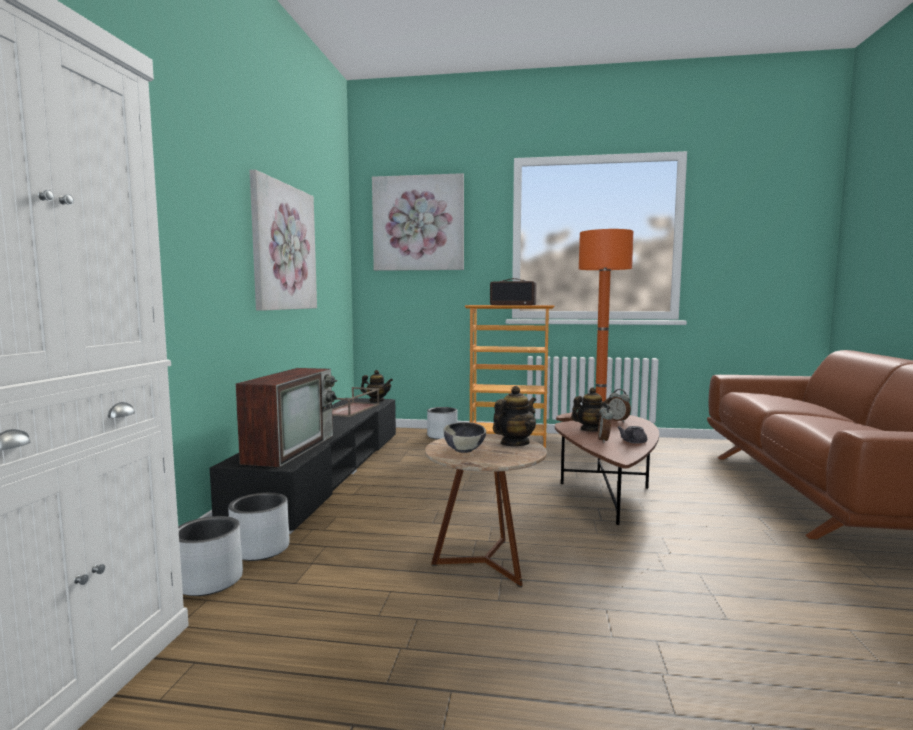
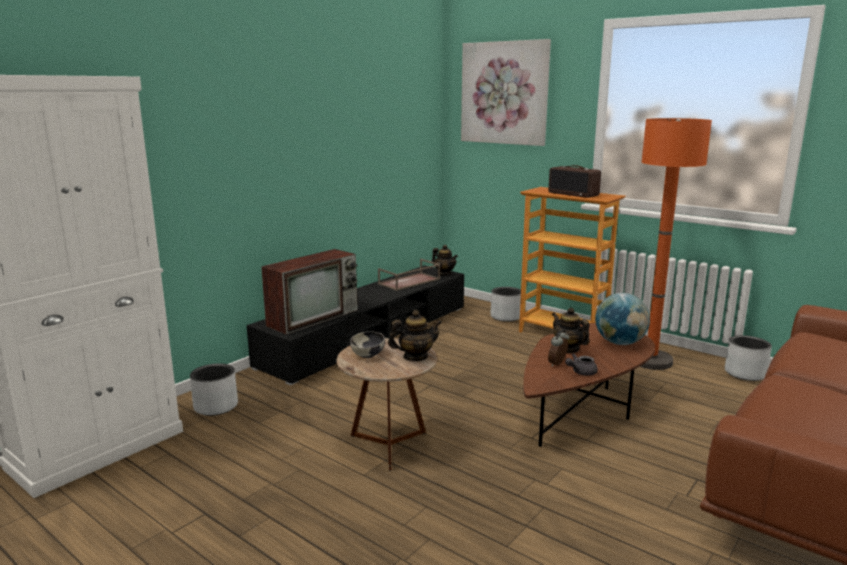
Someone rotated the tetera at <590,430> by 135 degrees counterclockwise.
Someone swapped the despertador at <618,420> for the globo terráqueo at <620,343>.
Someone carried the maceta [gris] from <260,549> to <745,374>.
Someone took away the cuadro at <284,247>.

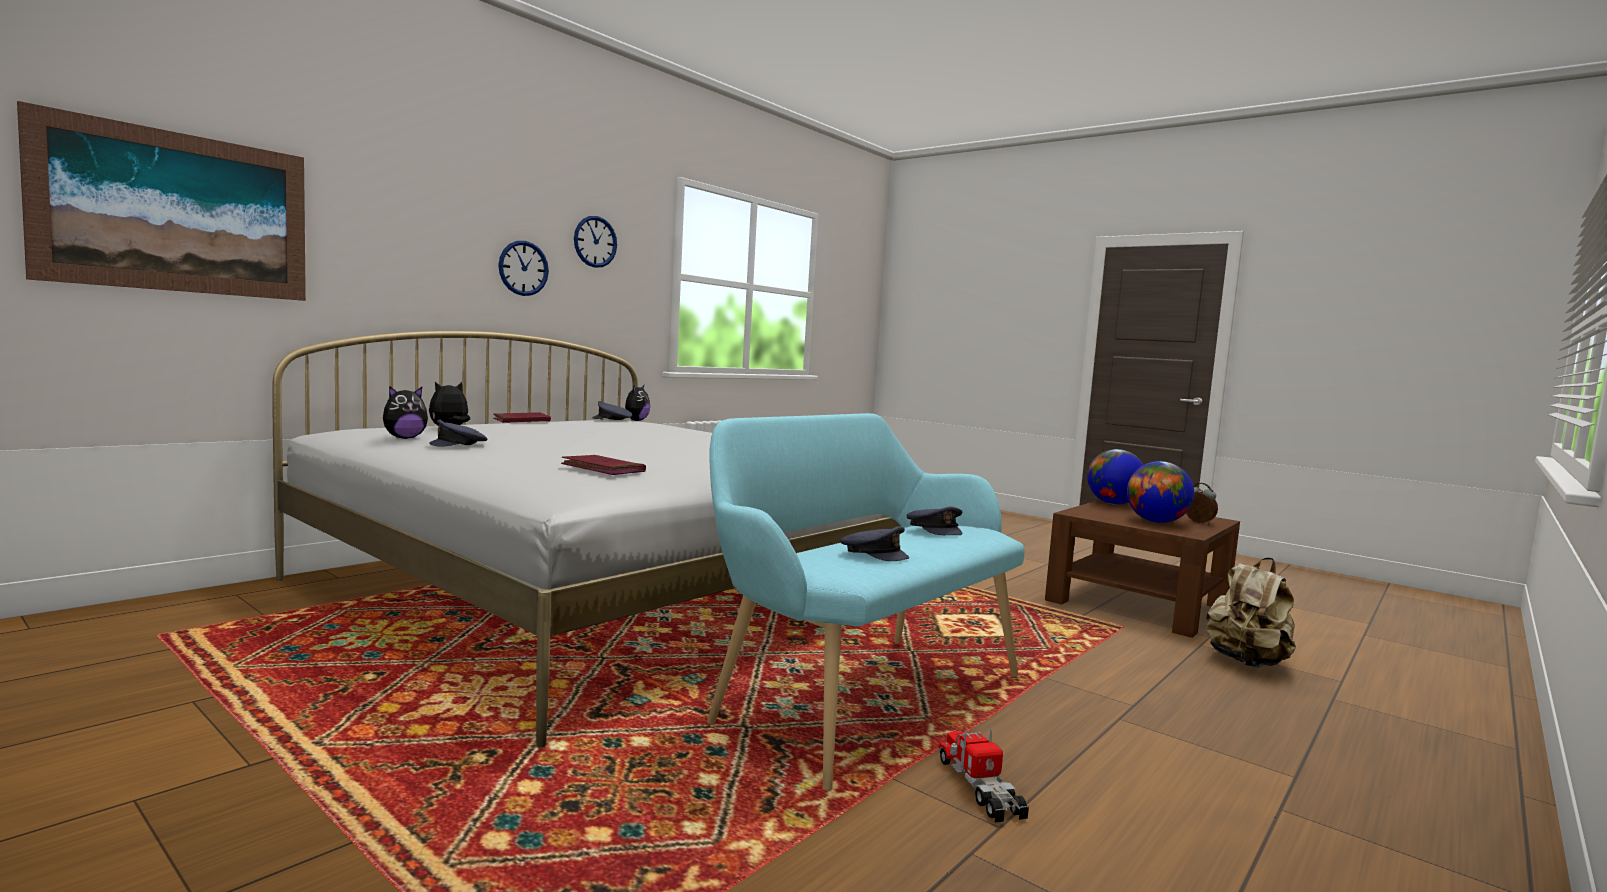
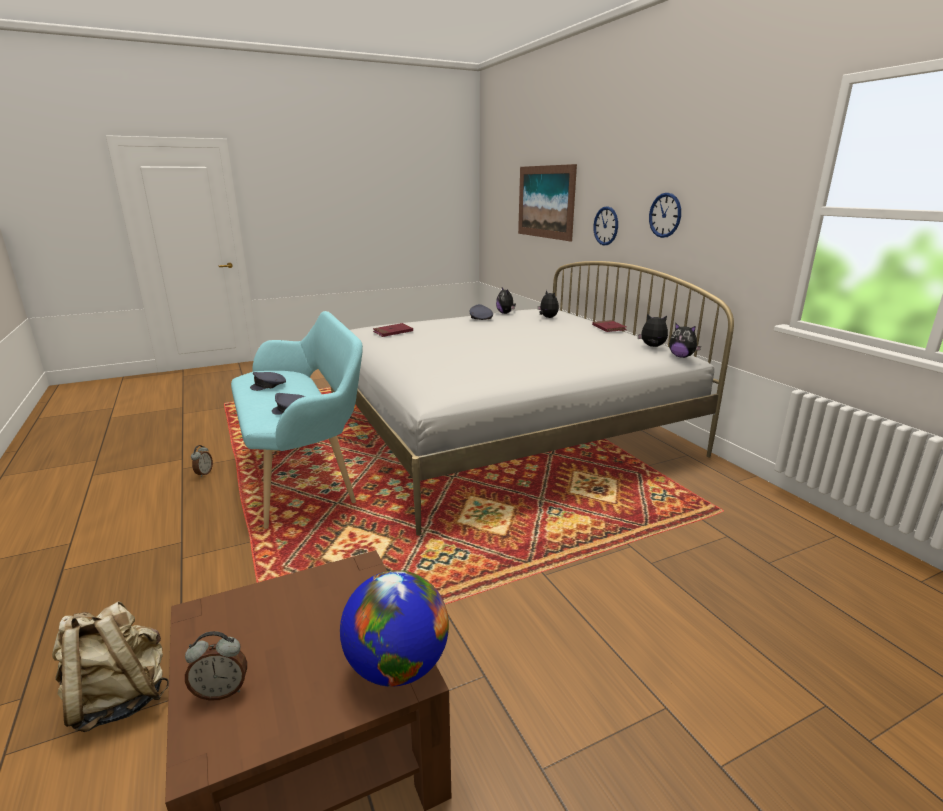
Someone swapped the camión de juguete at <980,787> for the despertador at <204,473>.
Someone carried the reloj de pared from <595,241> to <606,226>.
Someone swapped the gorra [gris] at <612,419> for the peluche at <652,347>.
Someone took away the globo terráqueo at <1156,522>.

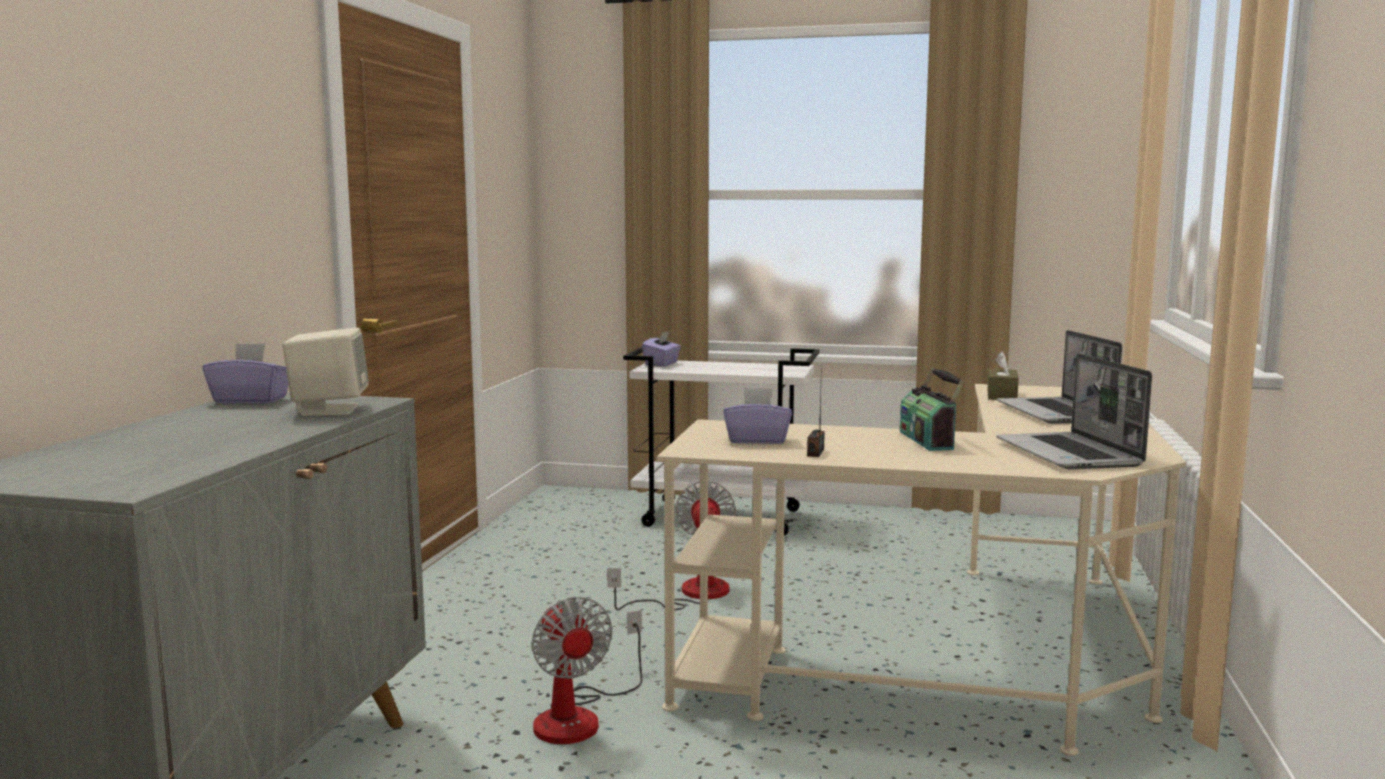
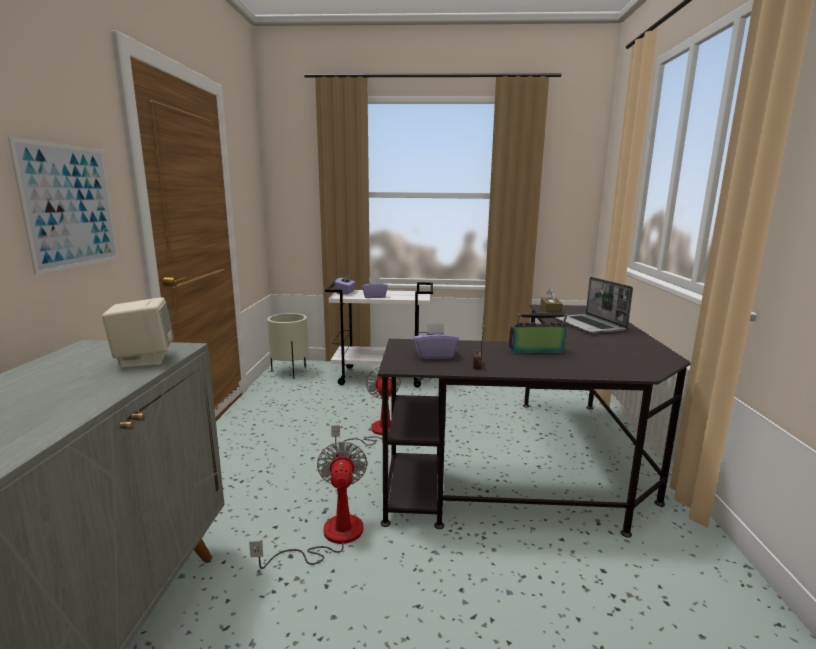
Someone put up the cuadro at <70,206>.
Someone rotated the ventilador at <580,716> by 150 degrees counterclockwise.
Someone put down the maceta [beis] at <290,372>.
Someone carried the caja de pañuelos [morado] from <251,400> to <374,296>.
Someone repainted the escritorio [beis] at <962,660>, which became the escritorio [negro] at <542,469>.
Someone rotated the radio at <928,440> by 105 degrees clockwise.
Someone took away the portátil at <1070,454>.

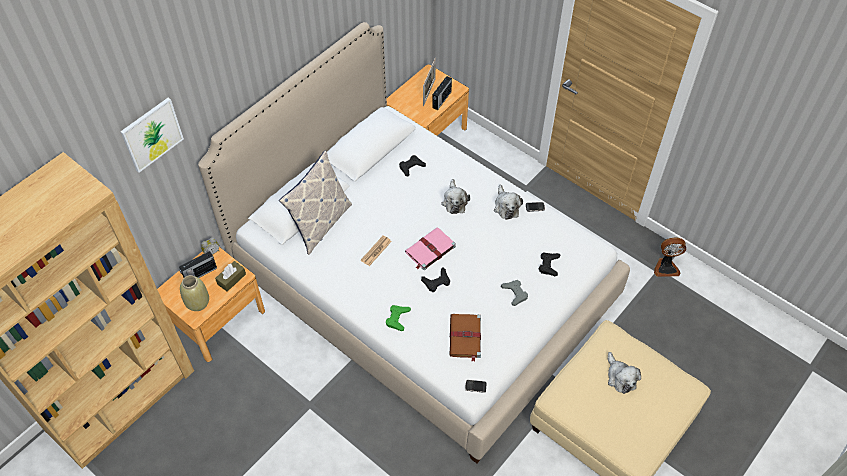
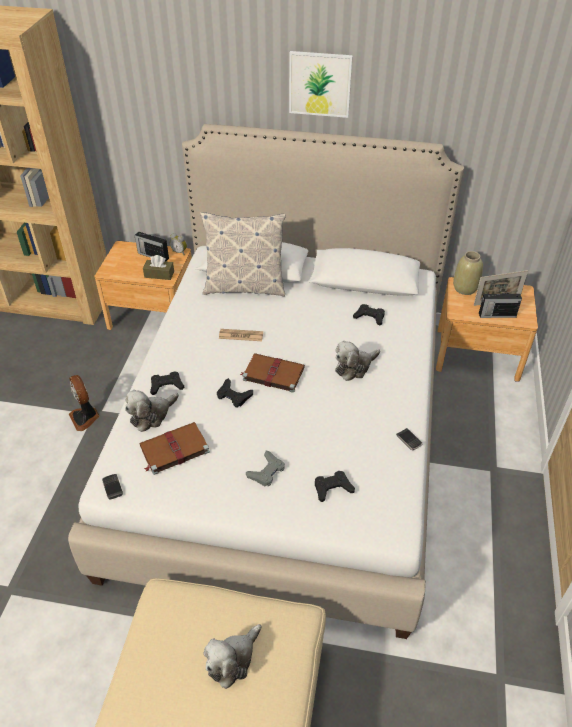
Someone carried the ventilador from <666,267> to <85,417>.
Someone carried the peluche from <506,206> to <151,415>.
Someone repainted the mando de consola [verde] at <397,319>, which became the mando de consola [negro] at <166,385>.
Someone repainted the libro [rosa] at <429,250>, which became the libro [marrón] at <272,374>.
Someone carried the cuadro from <152,134> to <320,84>.
Someone carried the florero [beis] from <198,302> to <465,288>.

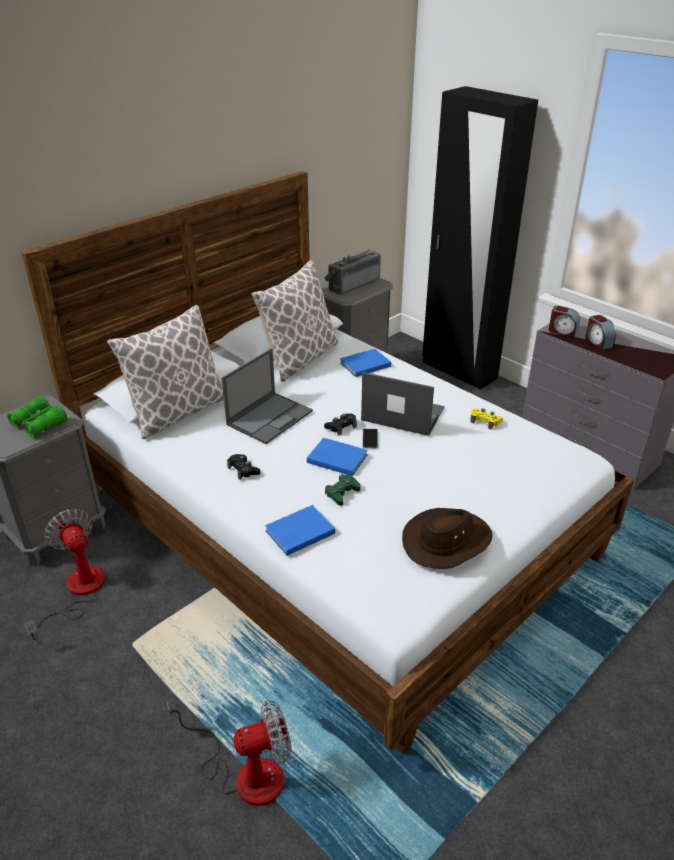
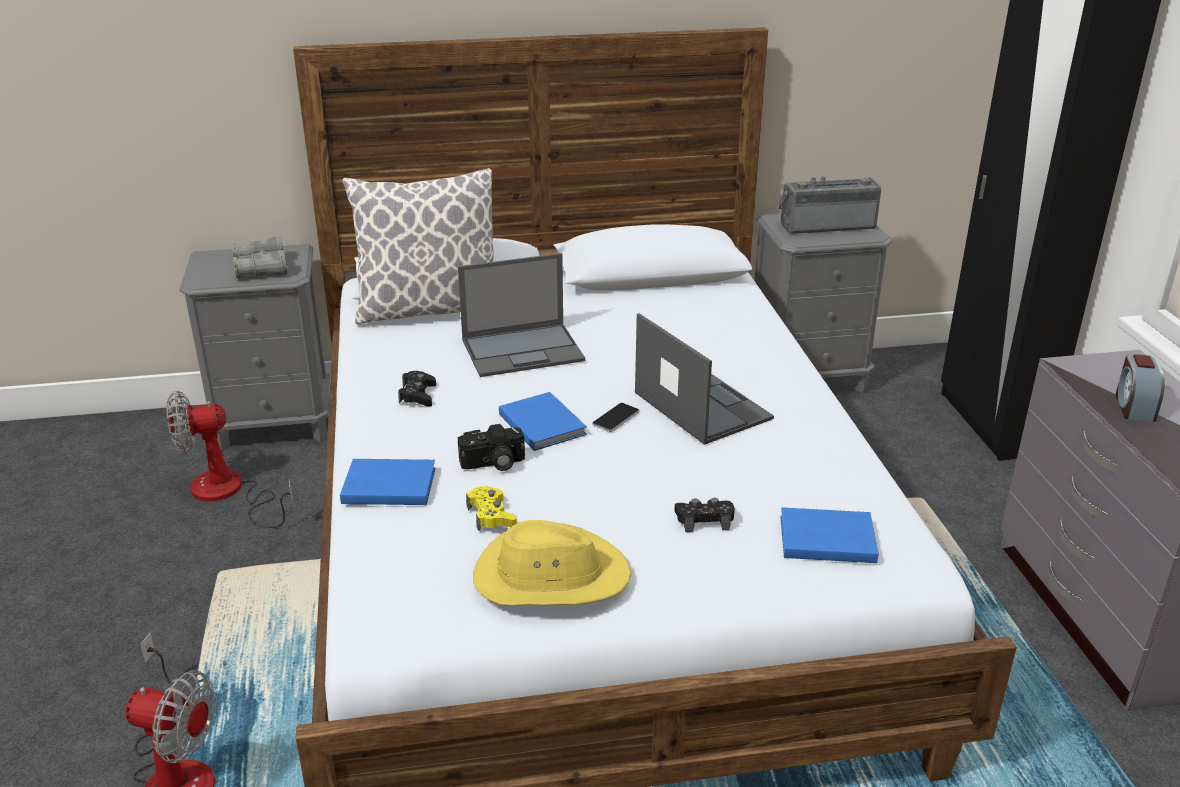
Someone rotated the ventilador at <78,592> by 105 degrees counterclockwise.
Someone repainted the prismáticos [verde] at <39,424>, which became the prismáticos [gris] at <261,269>.
Someone swapped the mando de consola [verde] at <342,493> for the cámara at <493,464>.
Someone carried the mando de consola [amarillo] from <485,421> to <491,515>.
Someone repainted the sombrero [marrón] at <447,541>, which became the sombrero [amarillo] at <550,576>.
Someone carried the mando de consola [negro] from <341,427> to <704,520>.
Someone carried the libro [azul] from <364,364> to <824,538>.
Someone took away the cojín at <300,358>.
Someone took away the despertador at <562,331>.

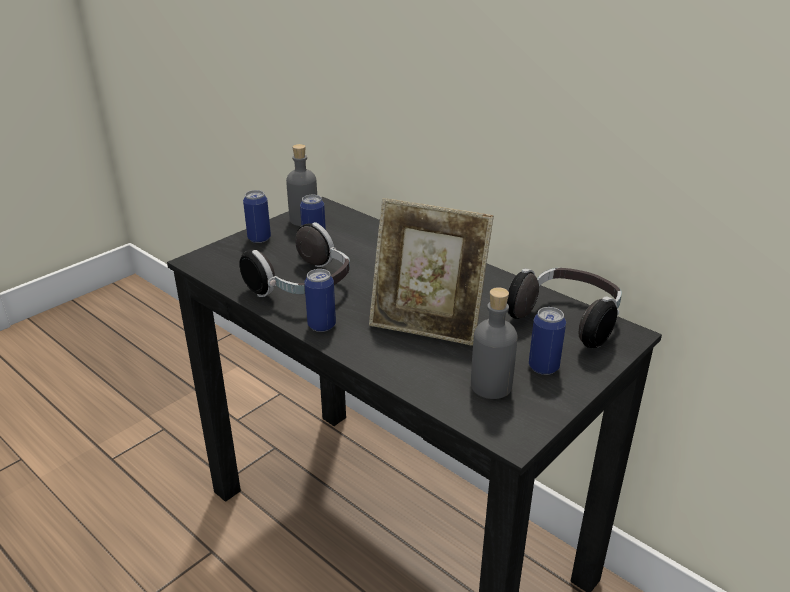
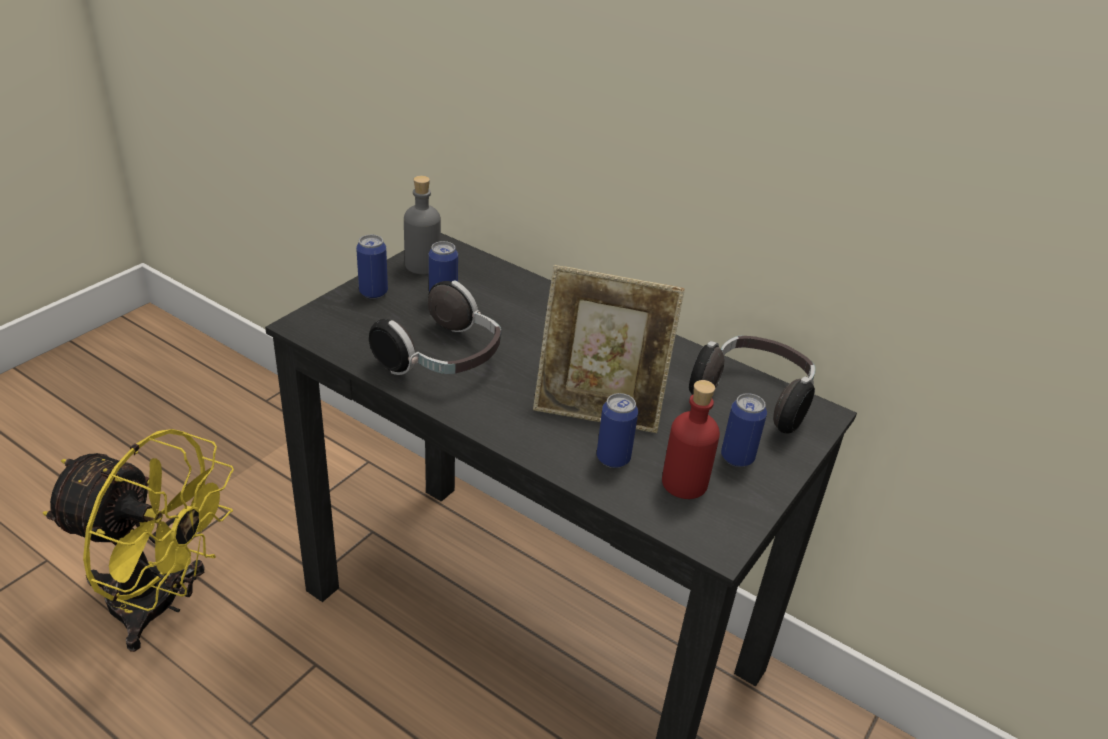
Someone put down the ventilador [amarillo] at <161,605>.
Someone carried the lata from <321,325> to <613,458>.
Someone repainted the botella [gris] at <491,386>, which became the botella [rojo] at <684,483>.

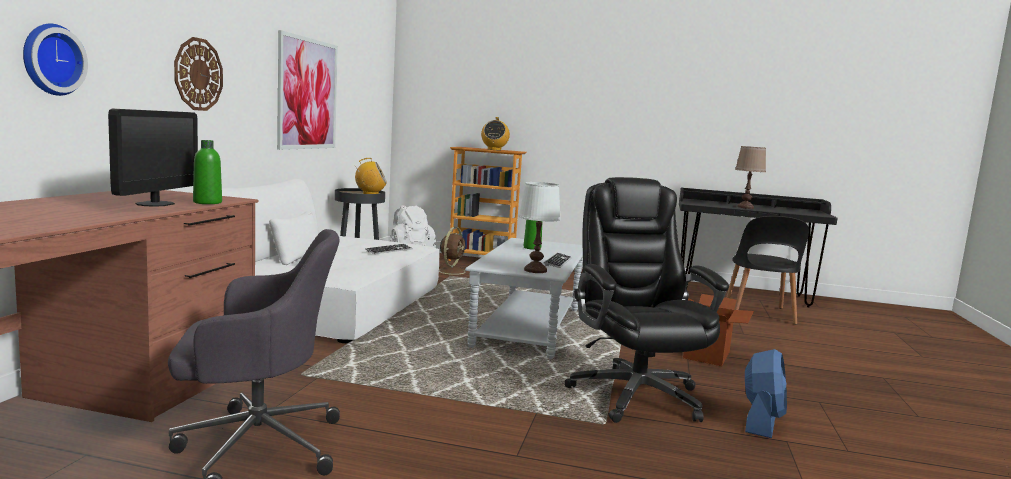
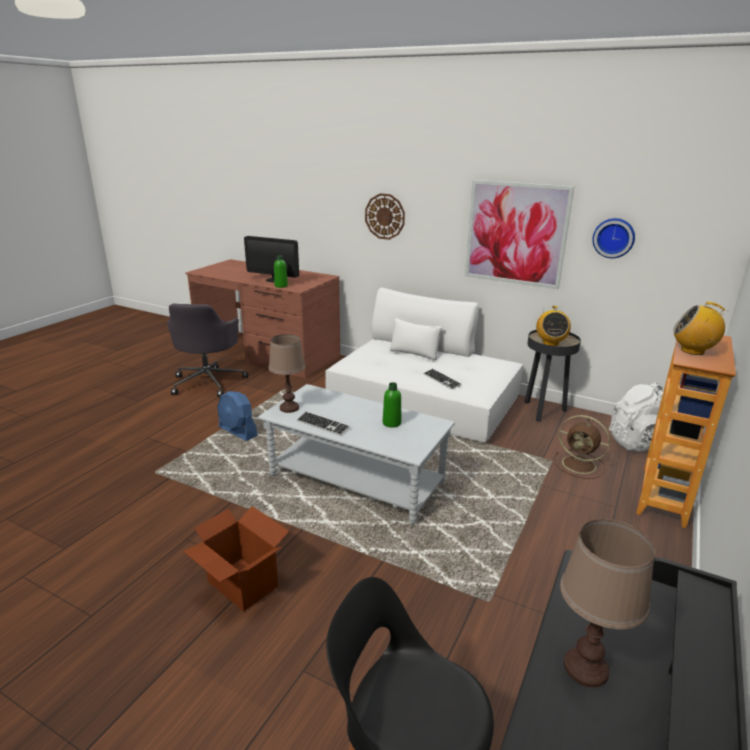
Someone carried the ventilador [azul] from <761,422> to <238,431>.
Someone repainted the lámpara de mesa [blanco] at <535,270>, which became the lámpara de mesa [marrón] at <289,408>.
Someone carried the reloj de pared from <50,59> to <613,237>.
Someone took away the silla de oficina [negro] at <635,395>.

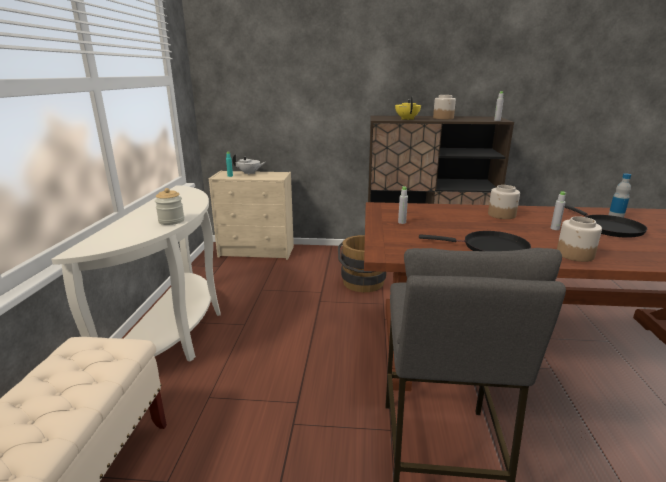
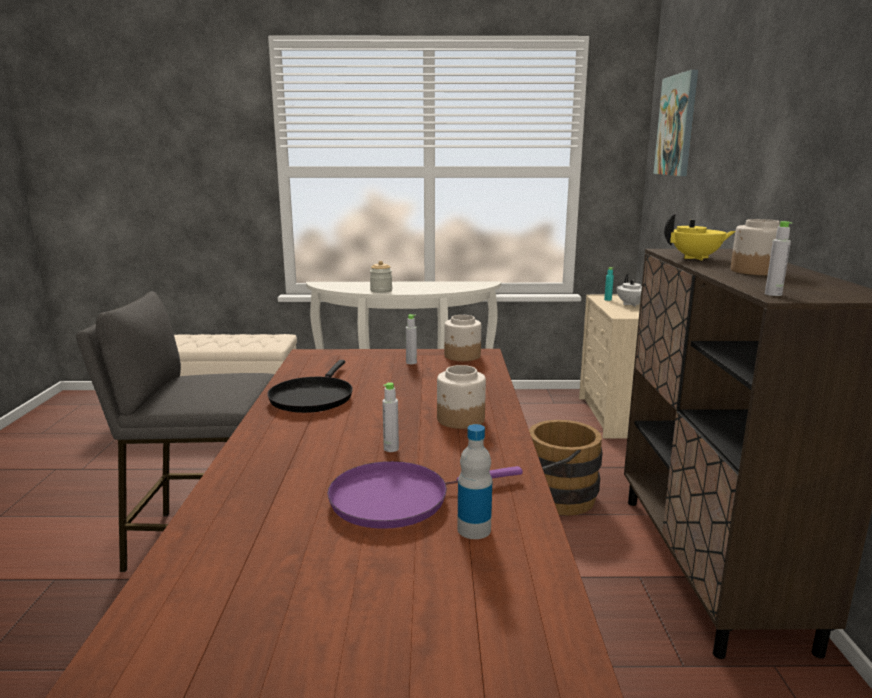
Someone repainted the sartén [negro] at <607,228>, which became the sartén [morado] at <397,499>.
Someone carried the tarro from <575,255> to <462,356>.
Someone put up the cuadro at <677,125>.

